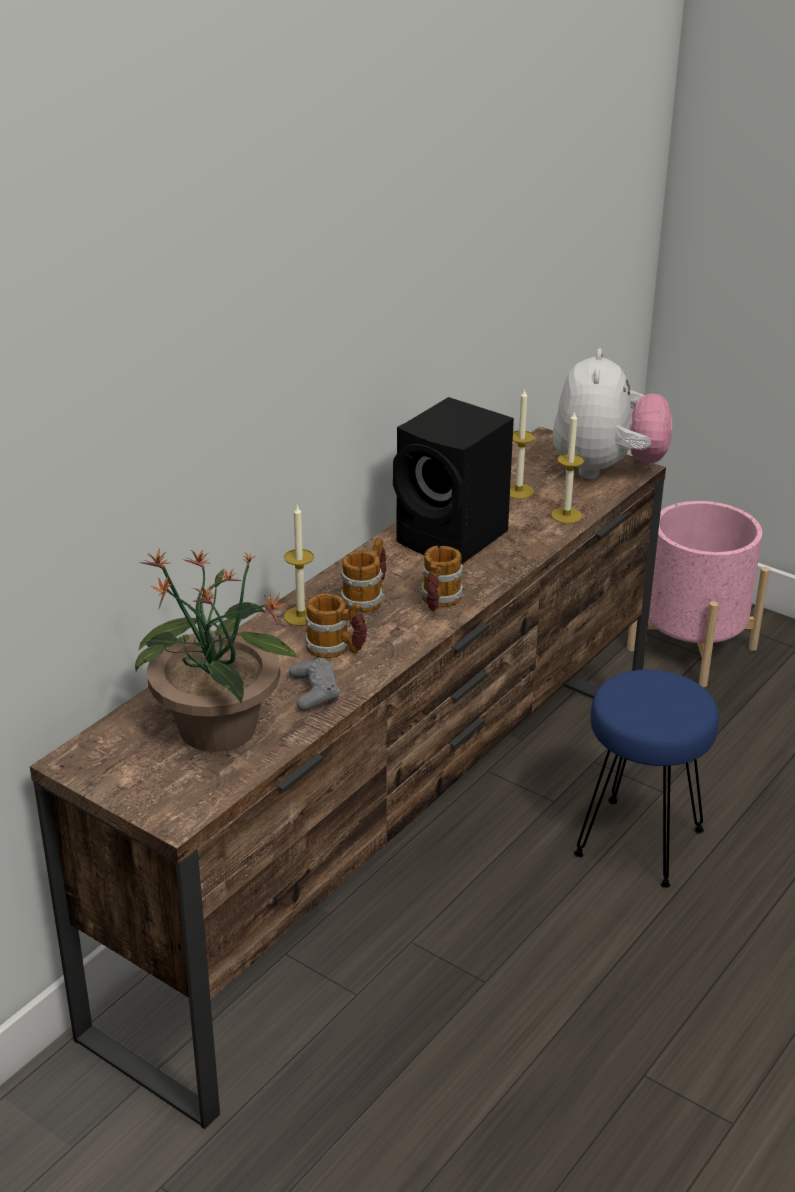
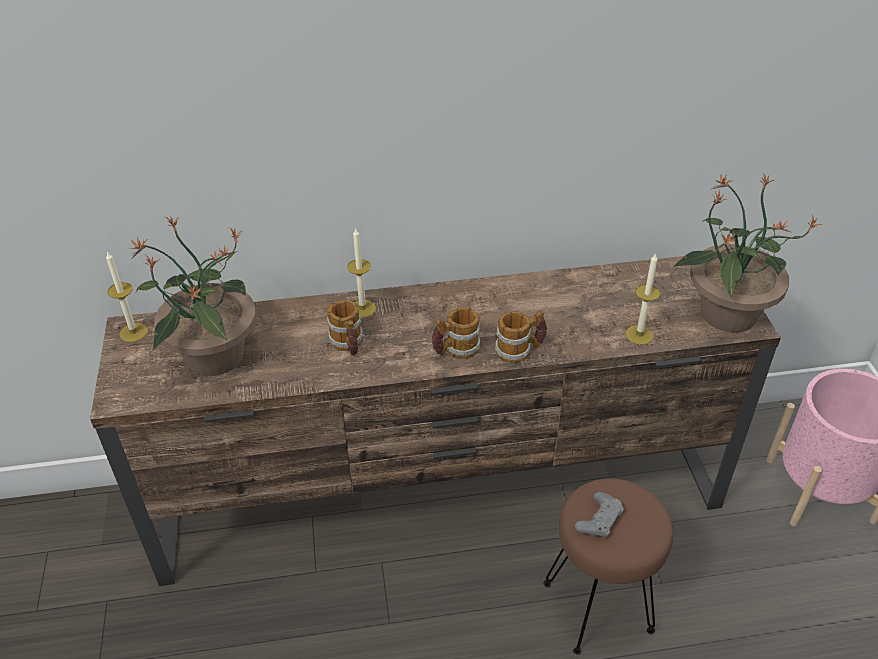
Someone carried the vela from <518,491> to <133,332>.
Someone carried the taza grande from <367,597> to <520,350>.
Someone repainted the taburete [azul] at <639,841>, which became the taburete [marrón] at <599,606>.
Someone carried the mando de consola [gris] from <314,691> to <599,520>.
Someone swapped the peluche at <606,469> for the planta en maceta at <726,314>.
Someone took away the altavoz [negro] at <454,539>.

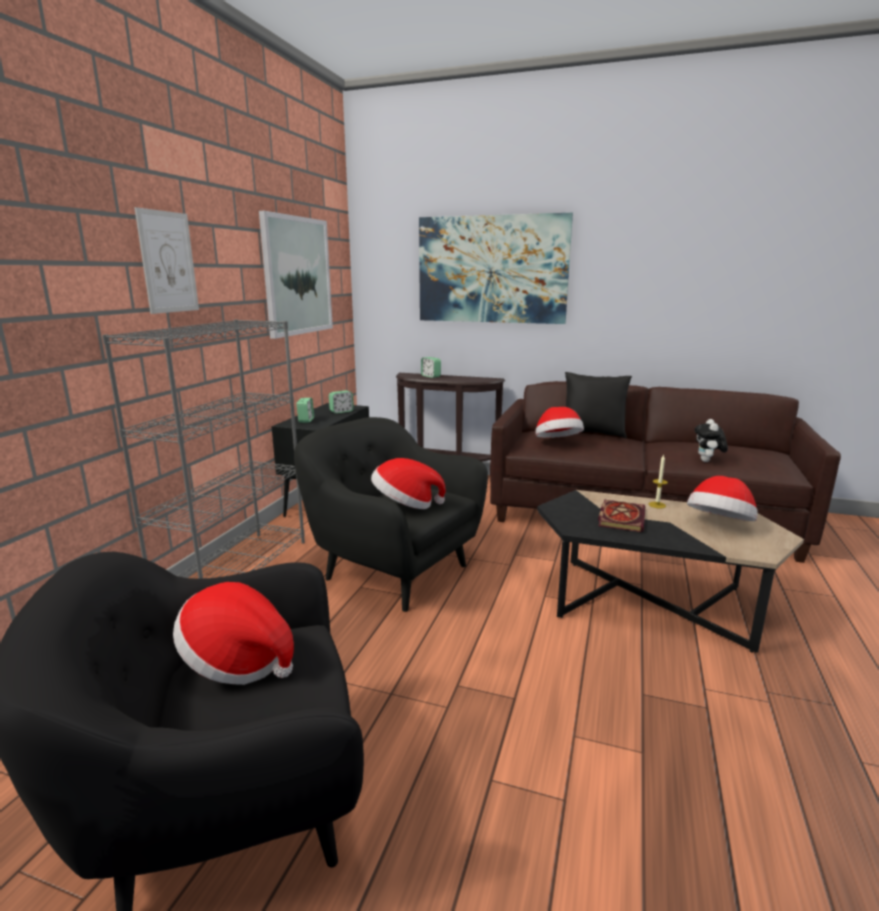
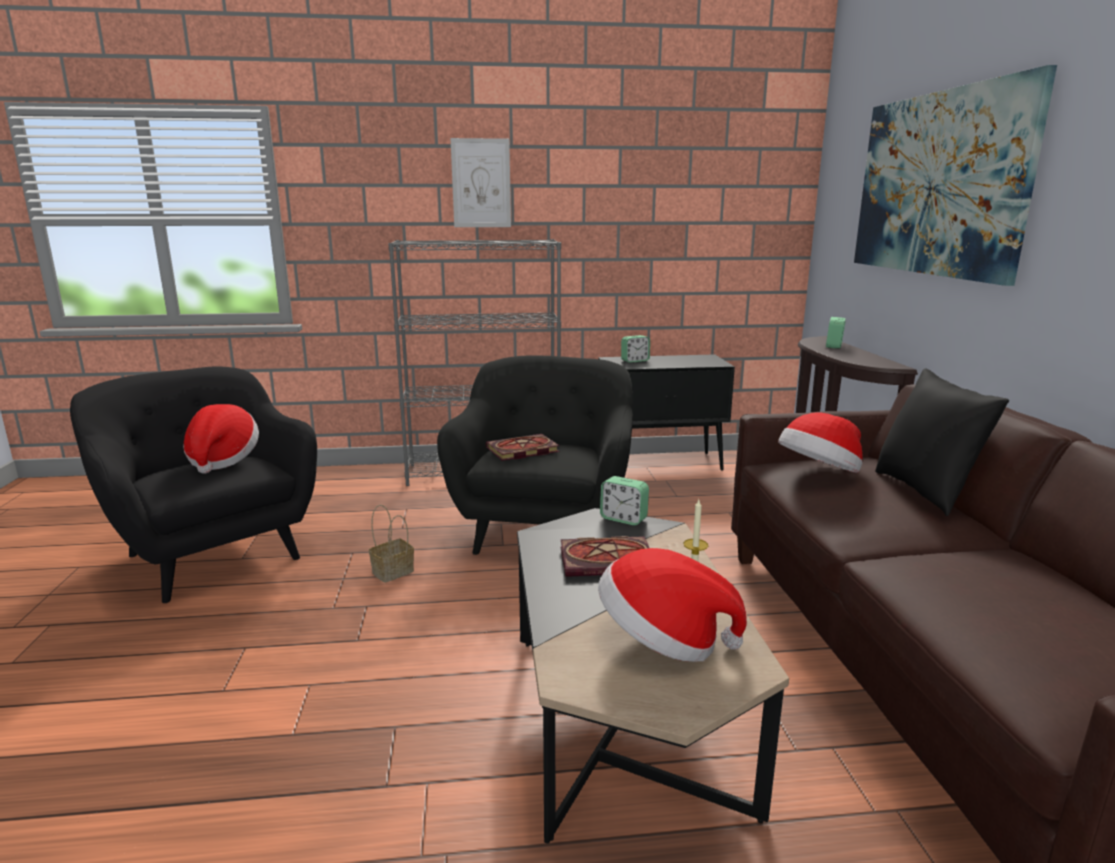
Someone put down the cesta at <393,571>.
Someone swapped the sombrero at <405,505> for the libro at <521,450>.
Someone carried the despertador from <341,411> to <623,519>.
Someone took away the cuadro at <297,276>.
Someone took away the peluche at <707,461>.

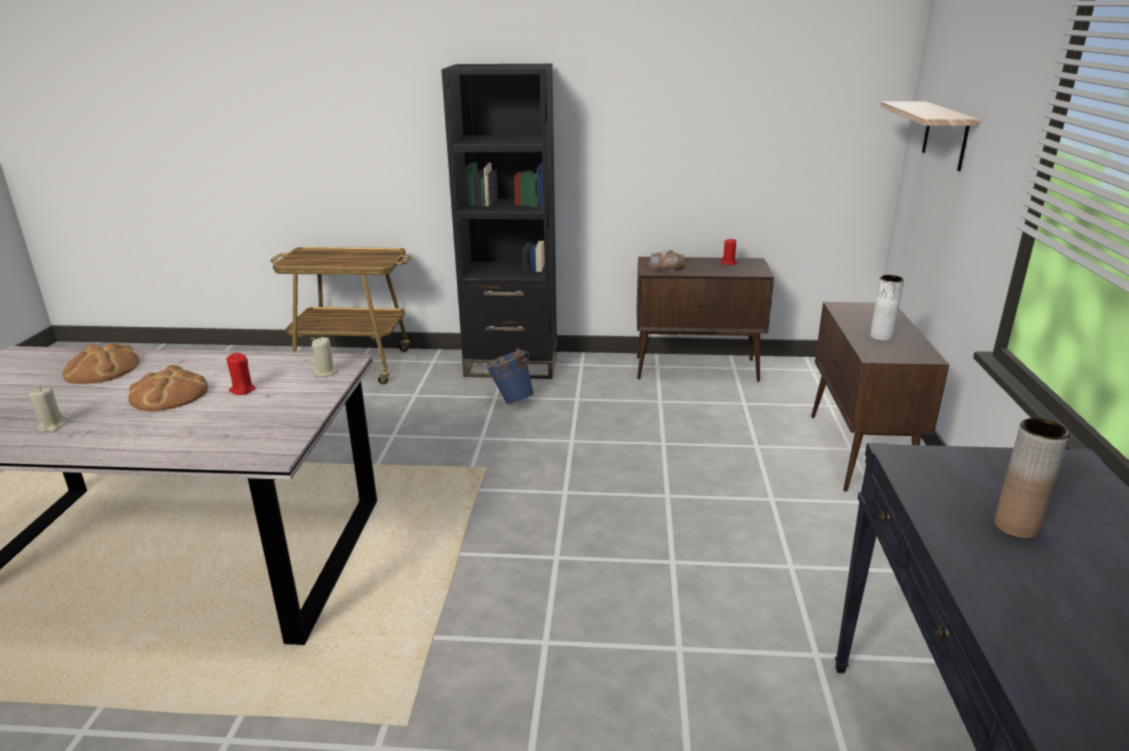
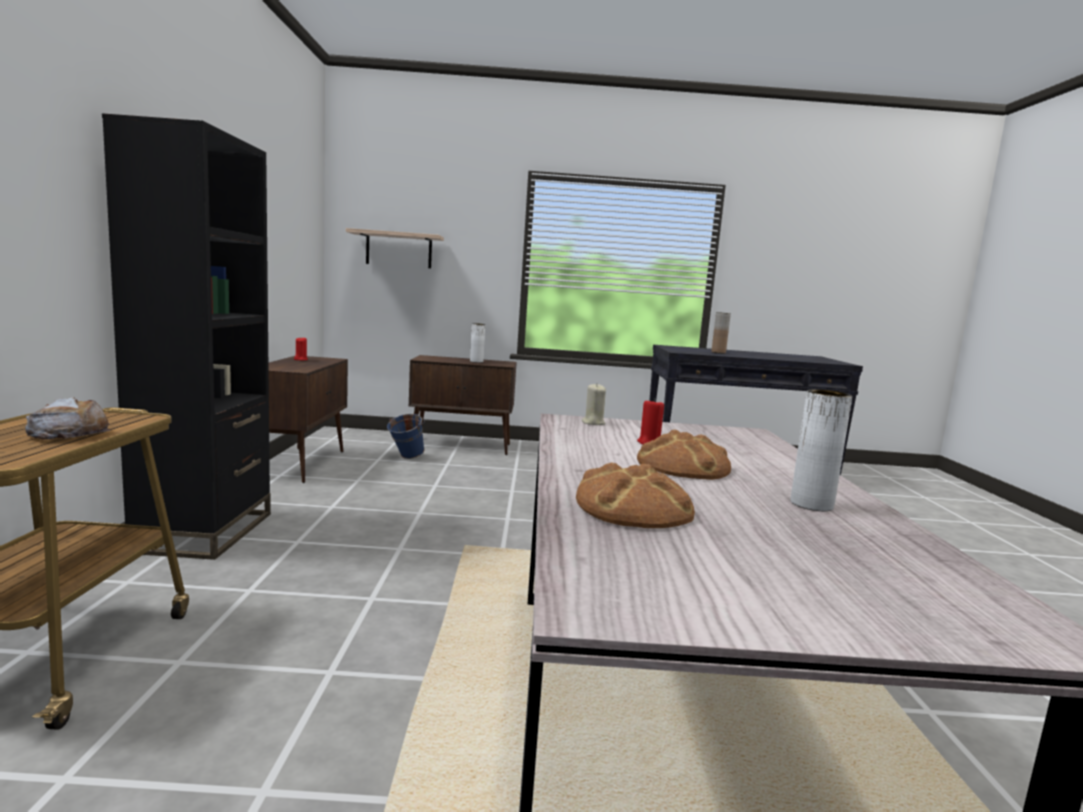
Someone carried the pan from <666,266> to <69,432>.
Someone carried the cubo [azul] from <510,400> to <405,458>.
Someone swapped the vela [beis] at <52,426> for the florero [blanco] at <811,504>.

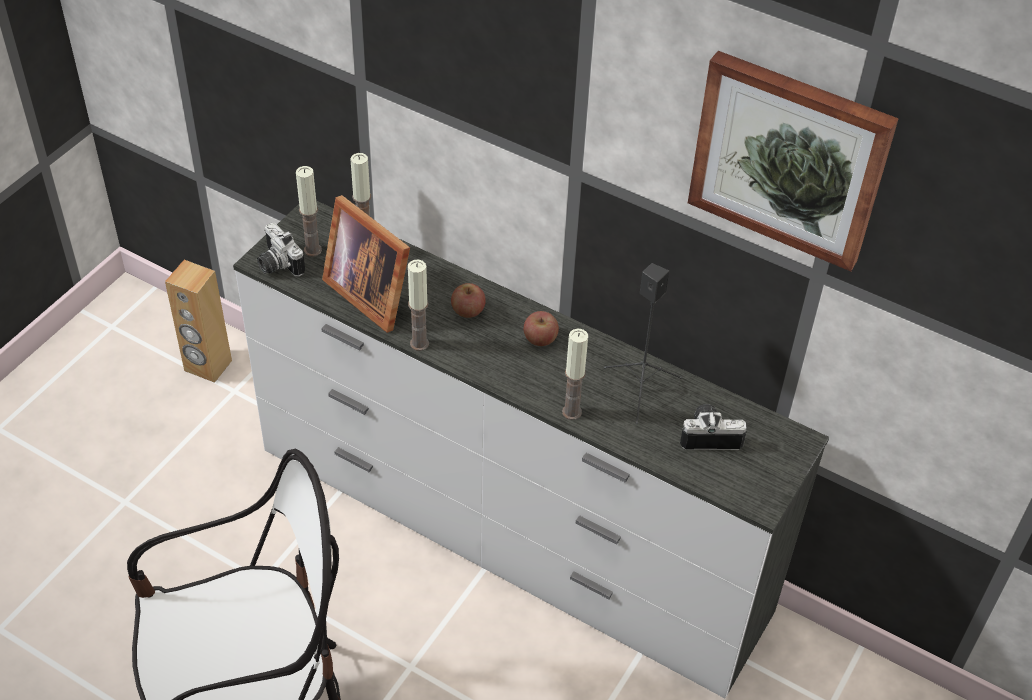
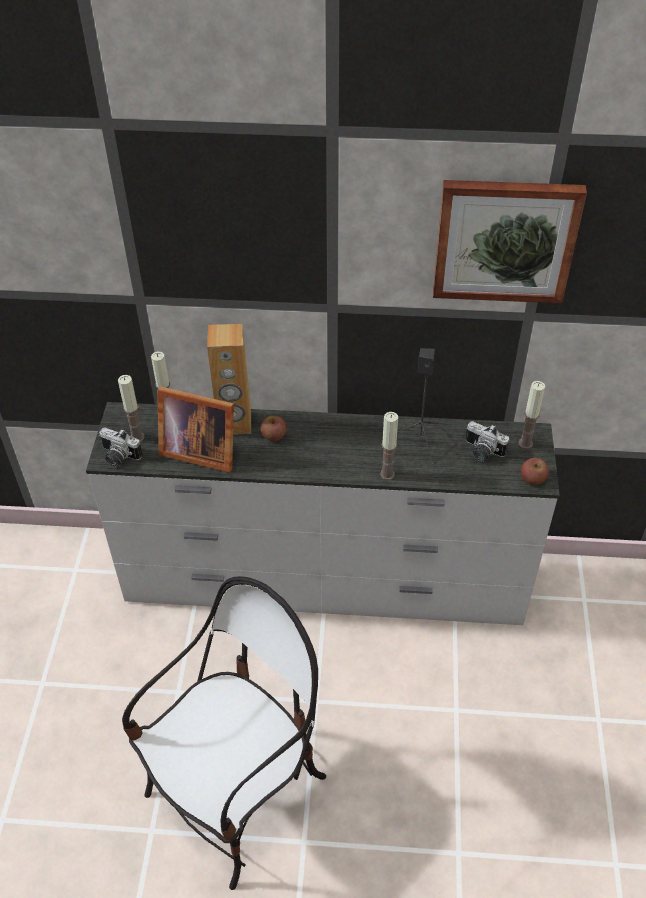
Someone carried the altavoz [marrón] from <207,366> to <235,423>.
Someone rotated the cámara at <710,434> by 120 degrees counterclockwise.
Someone carried the vela from <419,343> to <525,443>.
Someone carried the manzana from <540,338> to <532,478>.

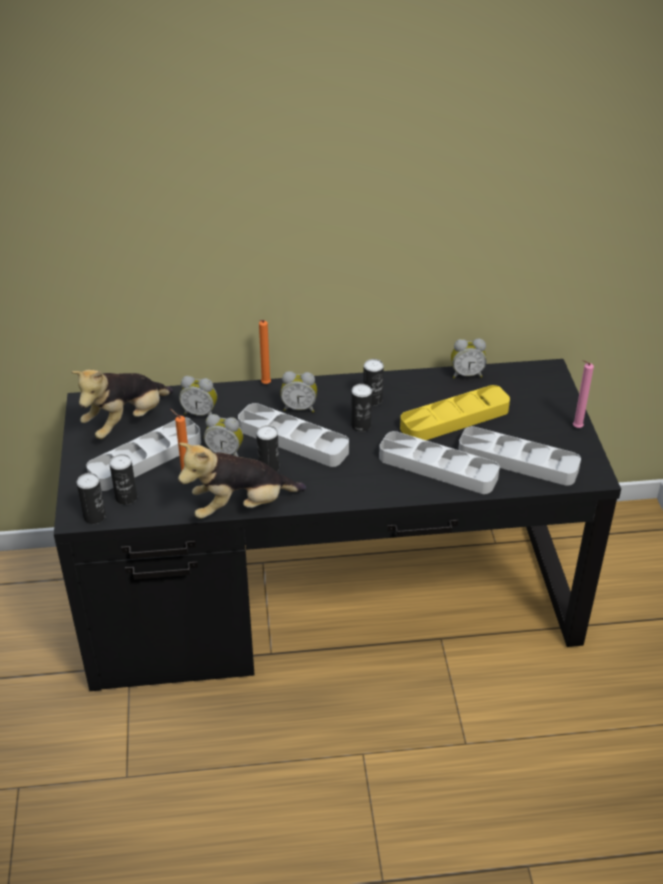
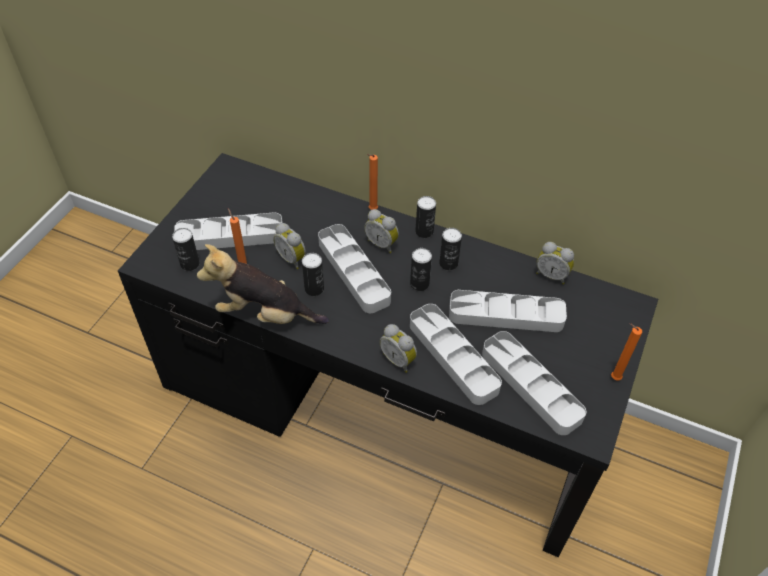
Someone carried the despertador from <200,413> to <399,359>.
Someone carried the lata from <94,517> to <424,232>.
Someone repainted the bandeja [amarillo] at <454,419>, which became the bandeja [gris] at <506,315>.
Someone repainted the vela [rosa] at <575,428>, which became the vela [naranja] at <613,377>.
Someone took away the peluche at <126,422>.

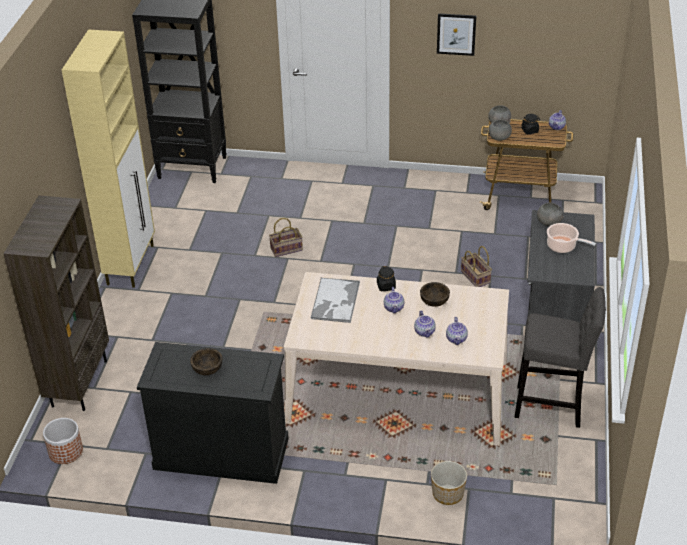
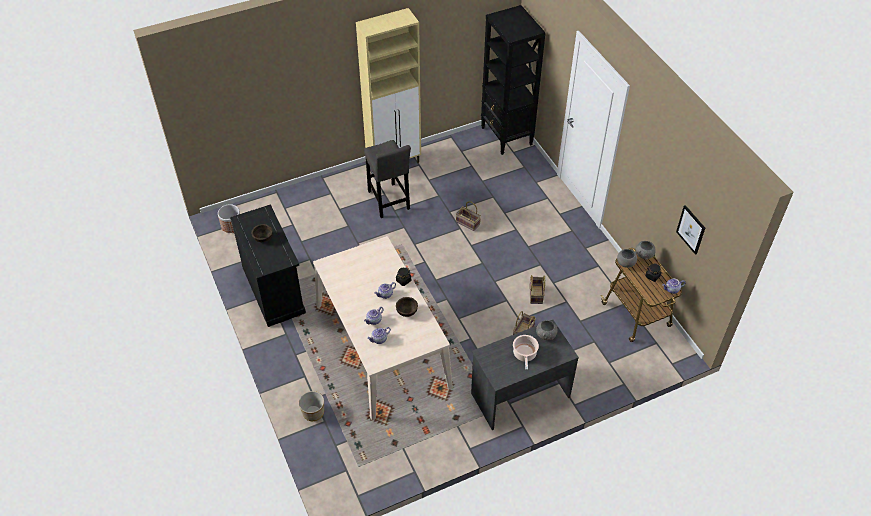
Someone carried the taburete [gris] from <553,406> to <389,202>.
Someone put down the cesta at <536,295>.
Someone carried the cuadro from <456,34> to <691,229>.
Someone took away the estantería [marrón] at <78,383>.
Someone took away the bandeja at <335,301>.

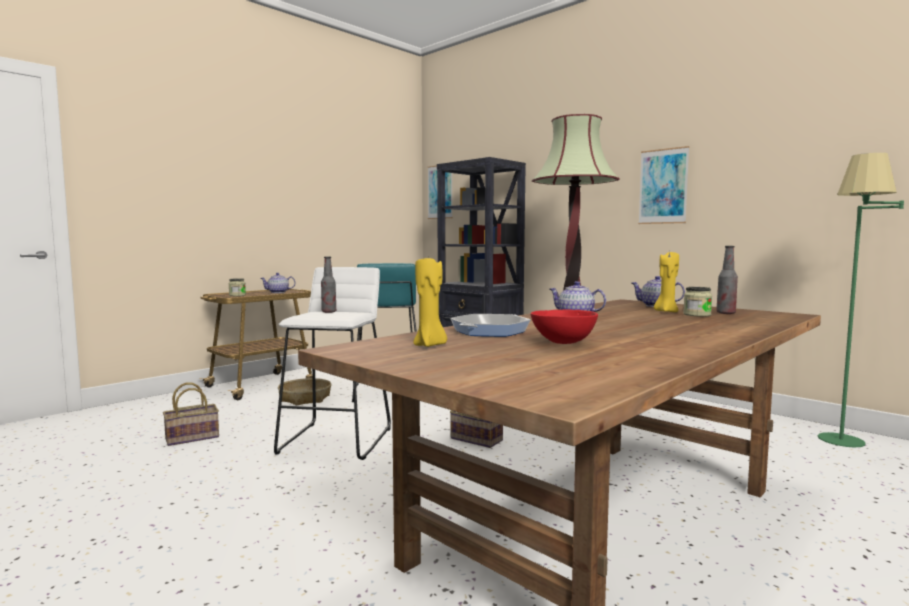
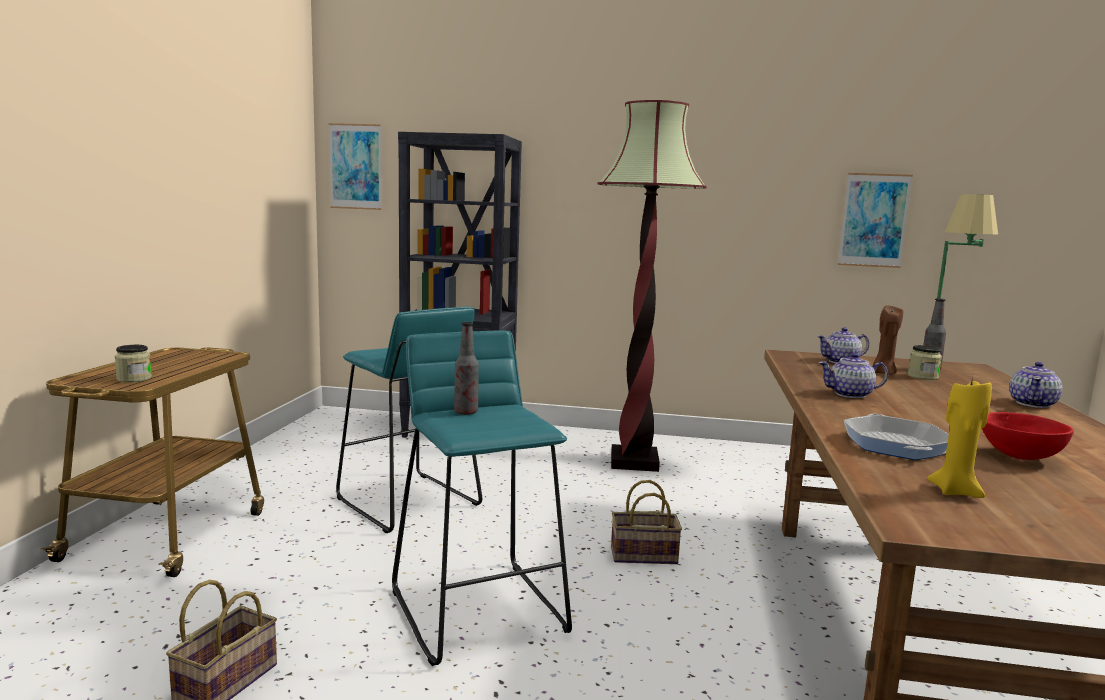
Someone repainted the taburete [blanco] at <337,440>, which became the taburete [turquesa] at <479,610>.
Someone carried the cuadro from <663,186> to <874,220>.
Someone repainted the vela [amarillo] at <666,311>, which became the vela [marrón] at <883,373>.
Someone carried the tetera from <278,292> to <1033,403>.
Someone took away the cesta at <305,398>.

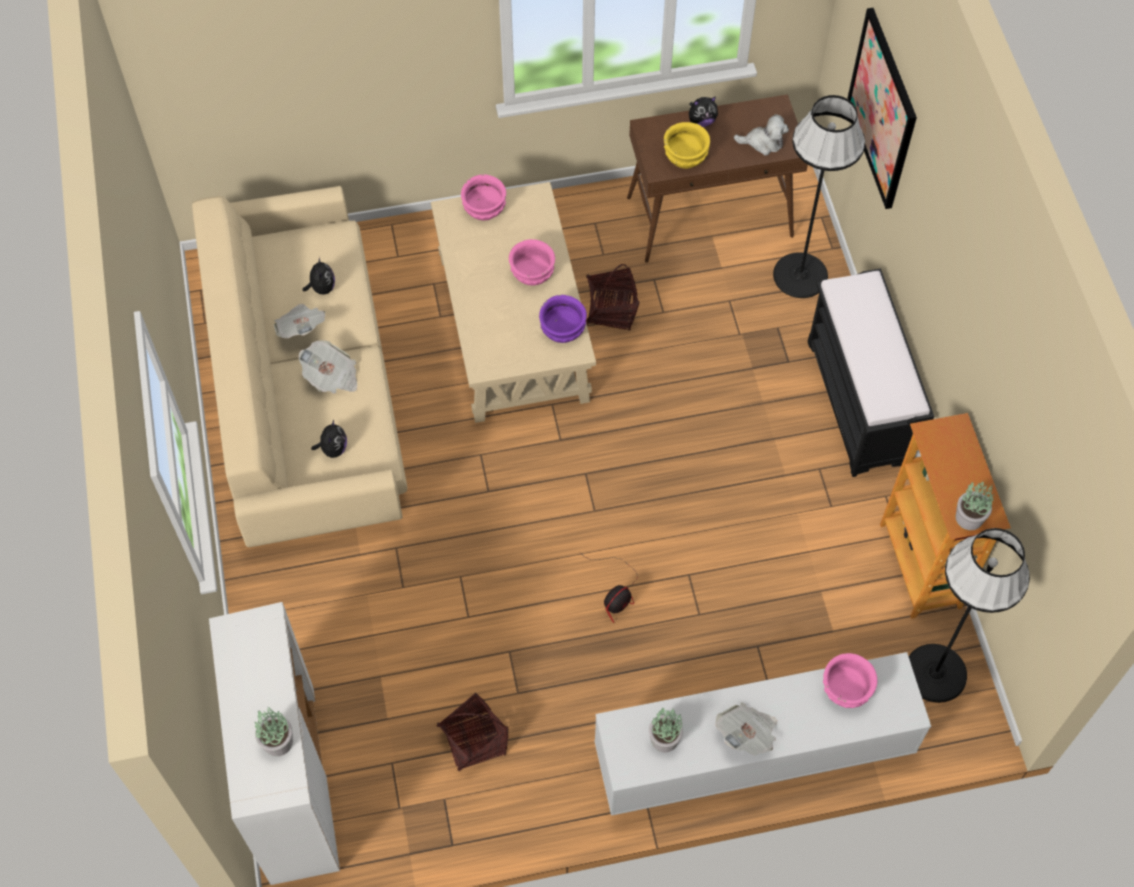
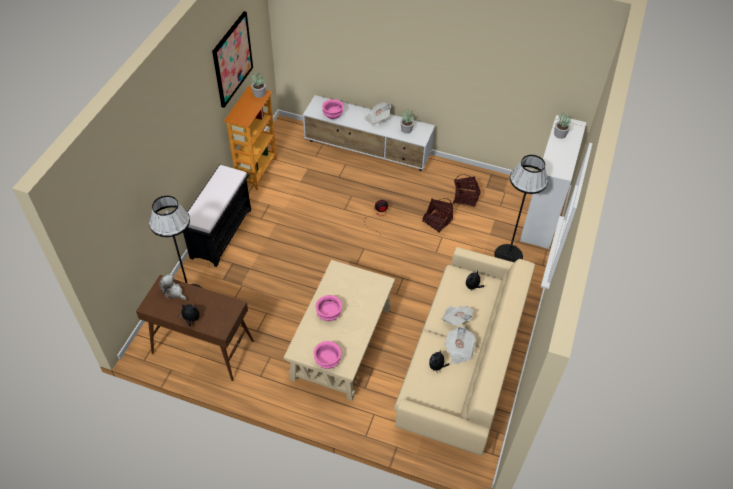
Someone carried the cuadro from <882,109> to <232,59>.
Someone carried the cesta from <612,310> to <437,221>.
Someone carried the lámpara de pie [negro] from <935,673> to <508,255>.
Someone took away the cuenco [morado] at <563,329>.
Someone took away the cuenco [amarillo] at <686,156>.

